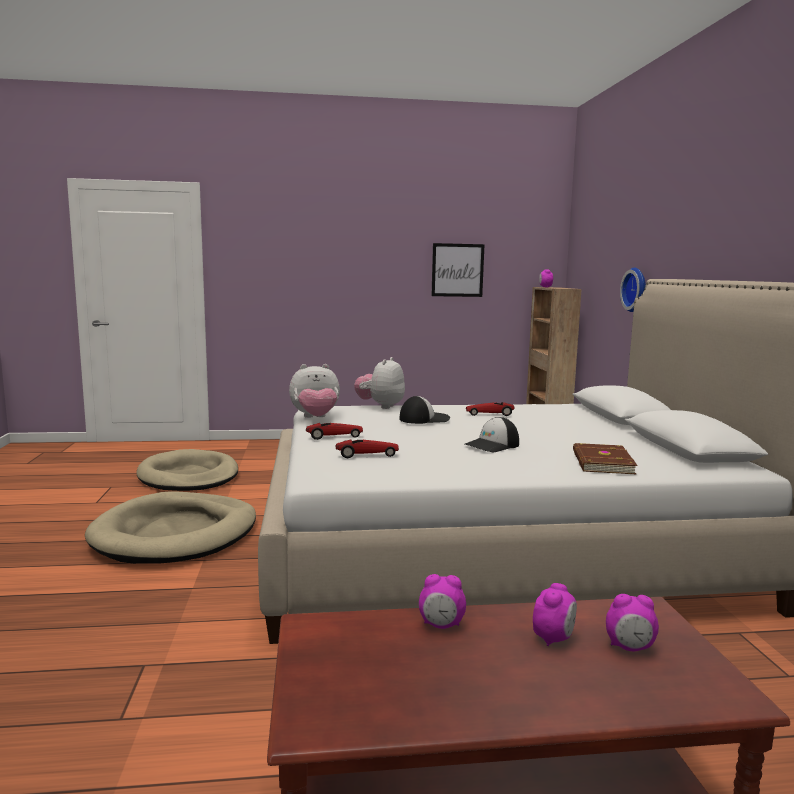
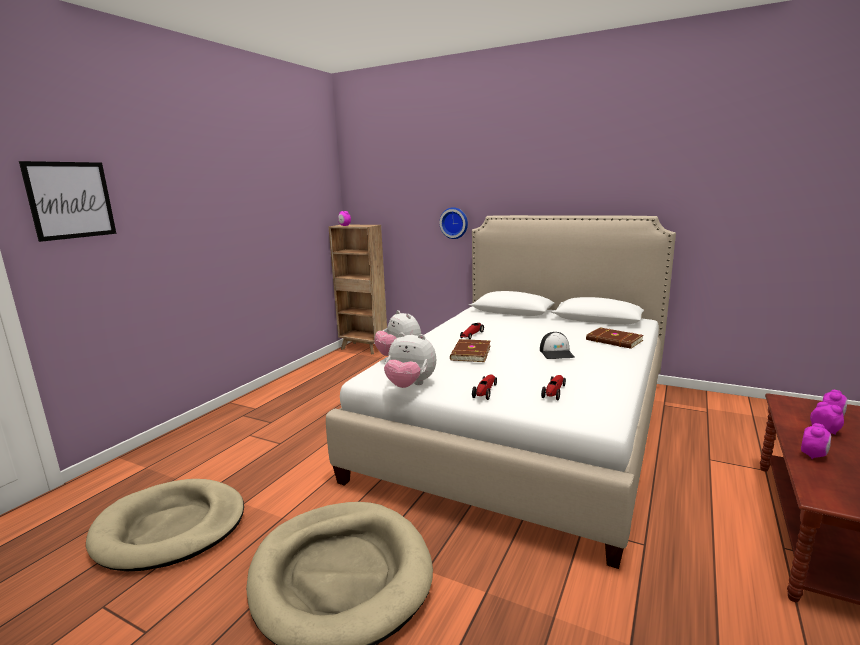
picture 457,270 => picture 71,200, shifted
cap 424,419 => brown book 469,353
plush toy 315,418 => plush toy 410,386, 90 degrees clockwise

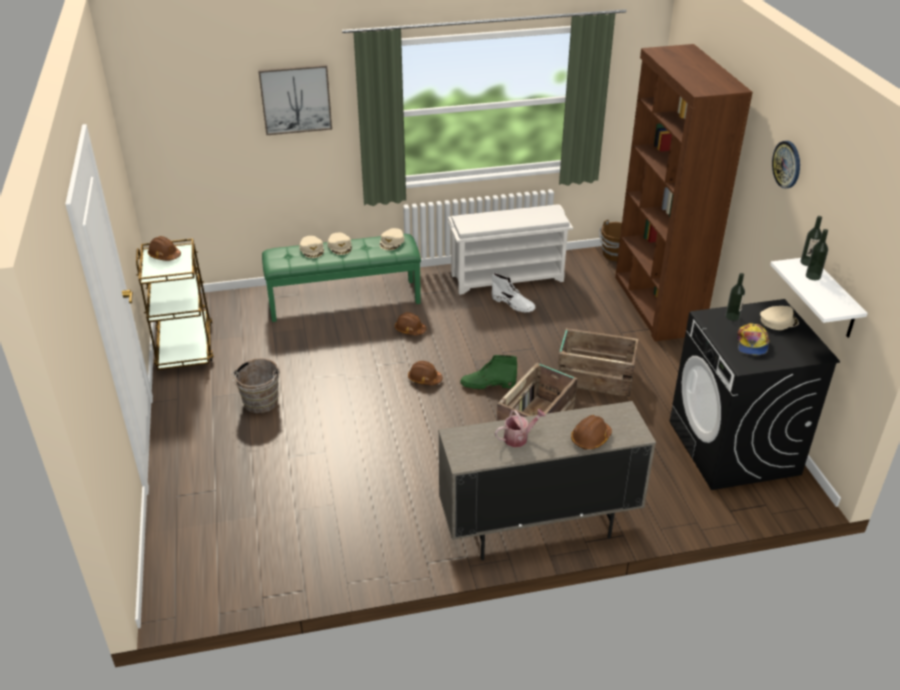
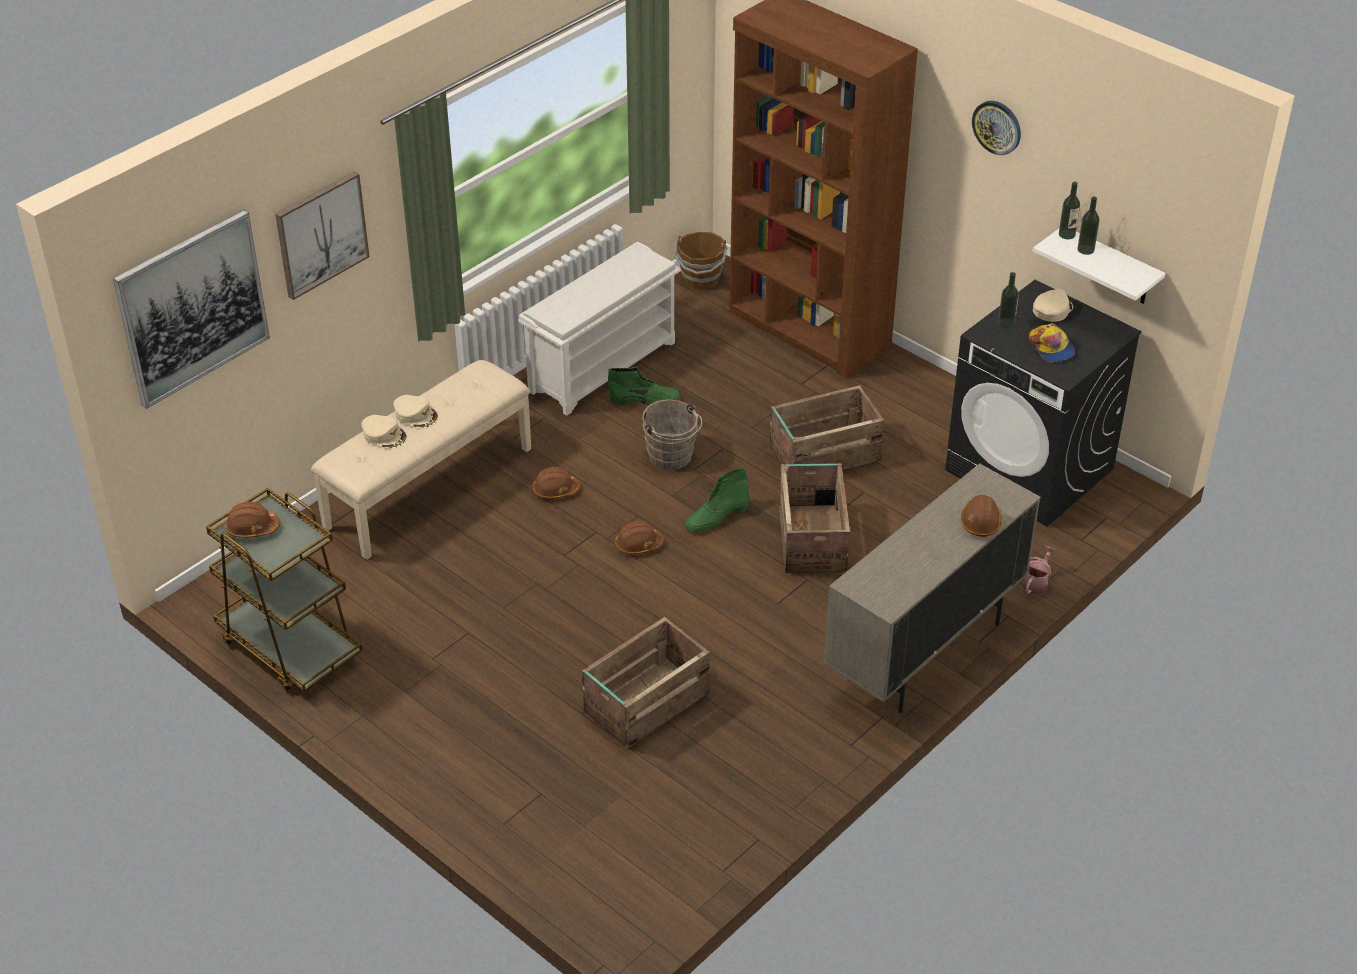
beige cap 392,242 => nothing
nothing => picture 192,308
nothing => crate 644,703
brown bucket 260,404 => brown bucket 672,458, shifted
watering can 519,438 => watering can 1036,583, shifted
green bench 344,300 => beige bench 428,487
white boot 513,304 => green boot 645,400

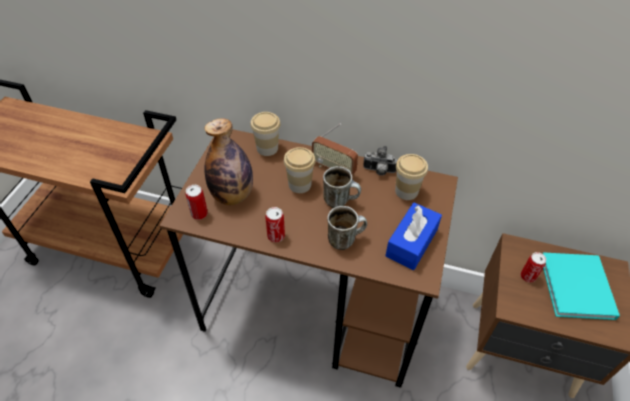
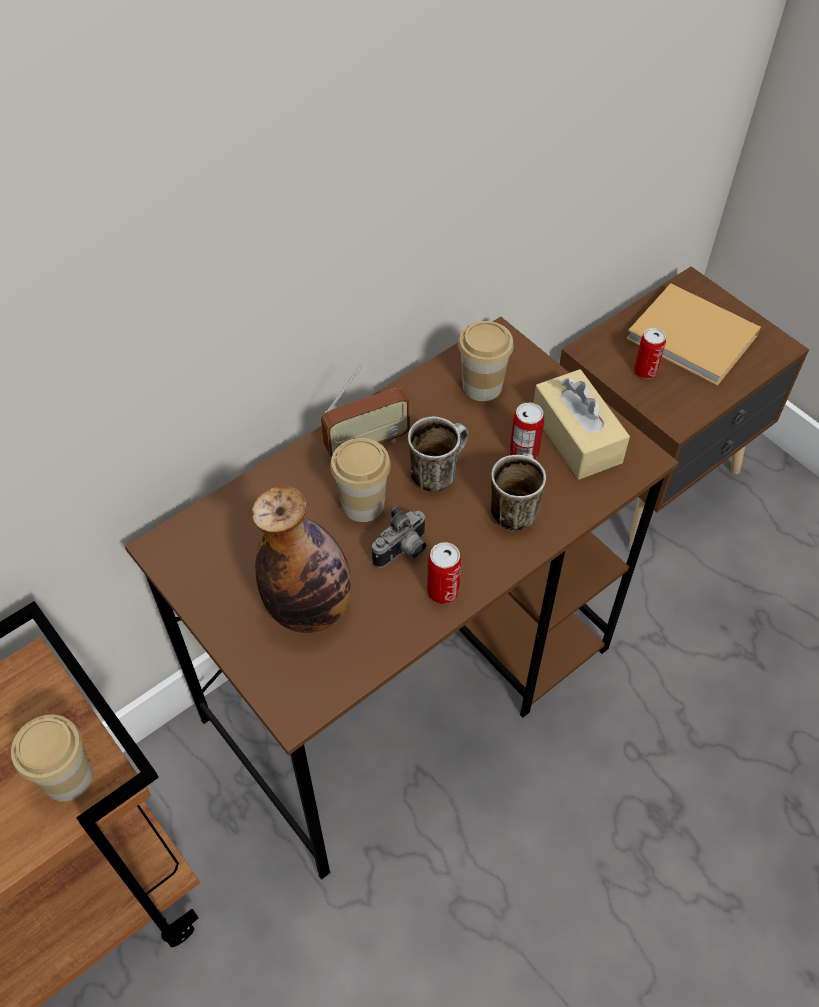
can 199,214 => can 524,452, shifted
cup 267,148 => cup 67,777, shifted
photo camera 379,171 => photo camera 403,552, shifted
blue tissue box 411,243 => beige tissue box 576,437
turquoise book 577,289 => beige book 695,339

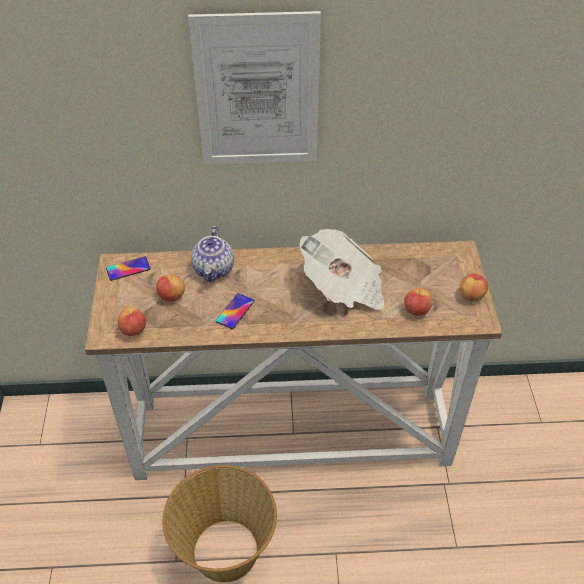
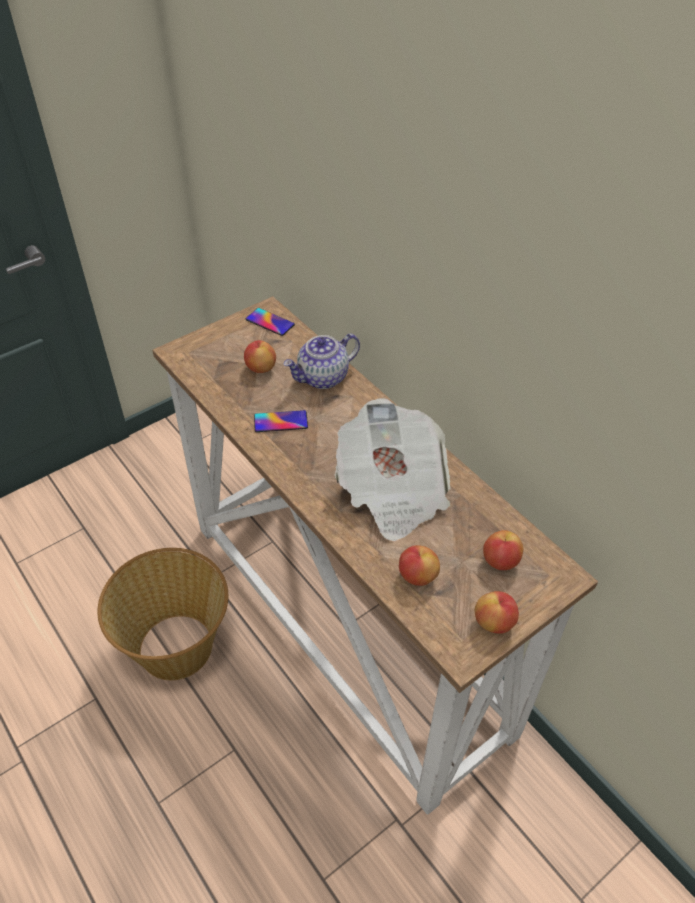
picture 257,92 => nothing
apple 133,330 => apple 500,561, shifted

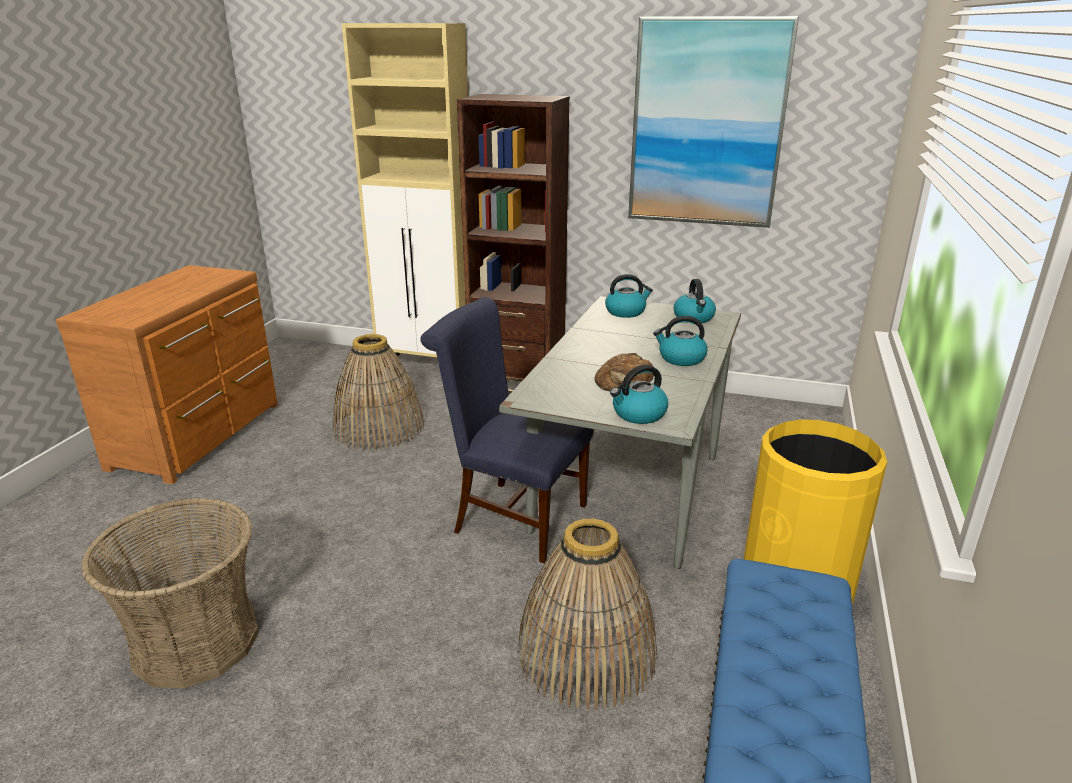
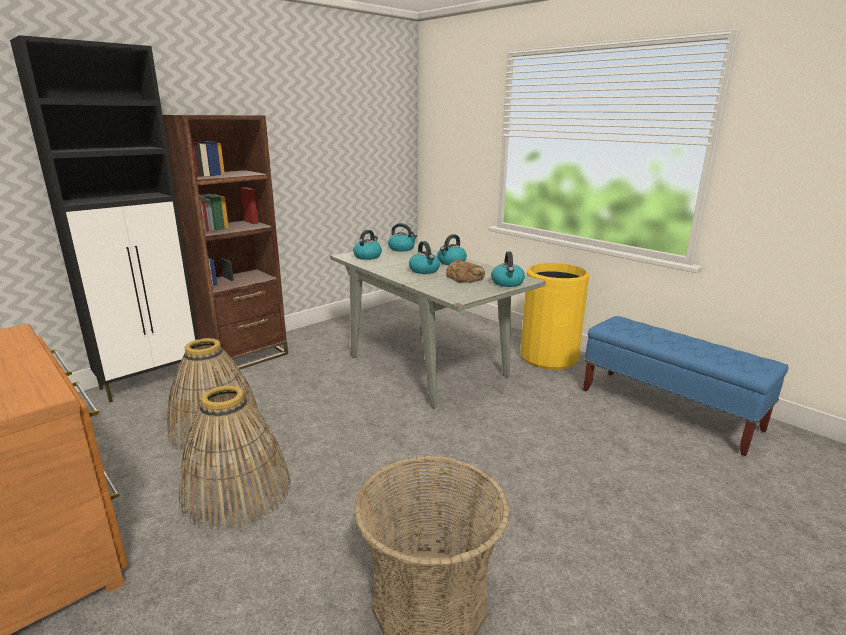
blue chair 513,517 => nothing
picture 707,124 => nothing
nothing => kettle 424,270
basket 586,653 => basket 236,492, shifted
beige cabinet 429,366 => black cabinet 152,381

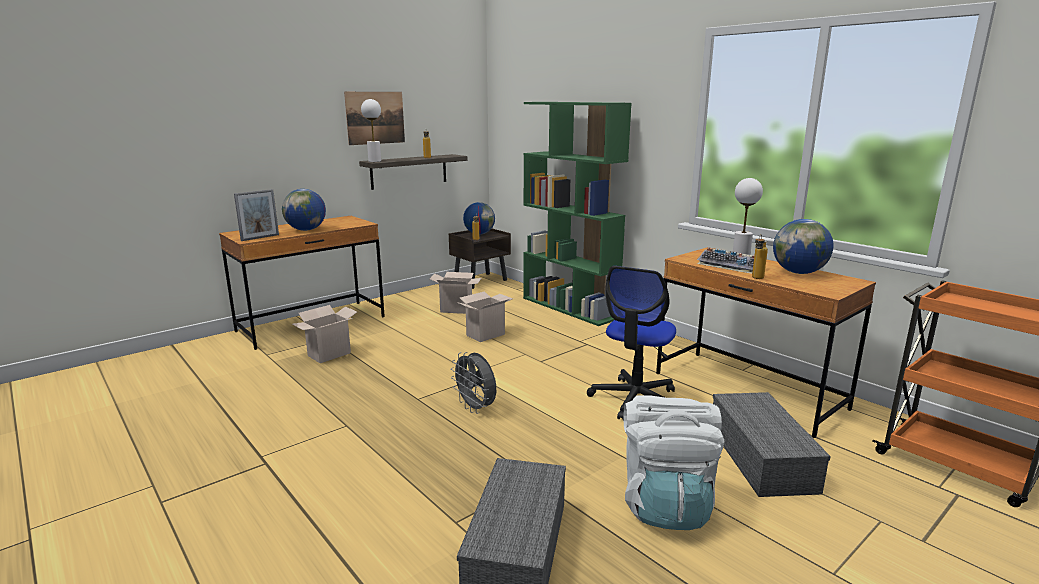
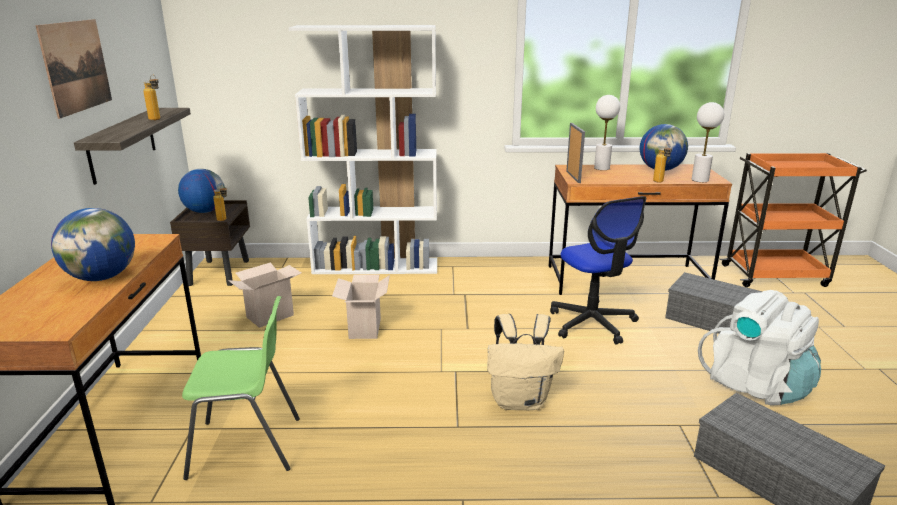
keyboard 731,266 => nothing
picture frame 260,237 => picture frame 573,177, shifted
white table lamp 374,161 => white table lamp 700,180, shifted
cardboard box 328,355 => green chair 247,447
grey fan 476,408 => beige backpack 520,400
green bookcase 570,308 => white bookcase 376,266

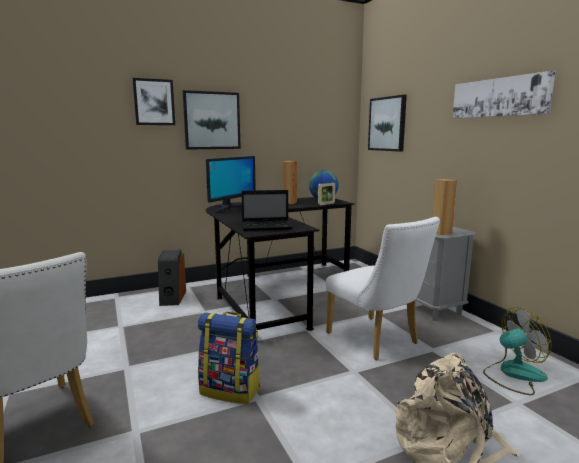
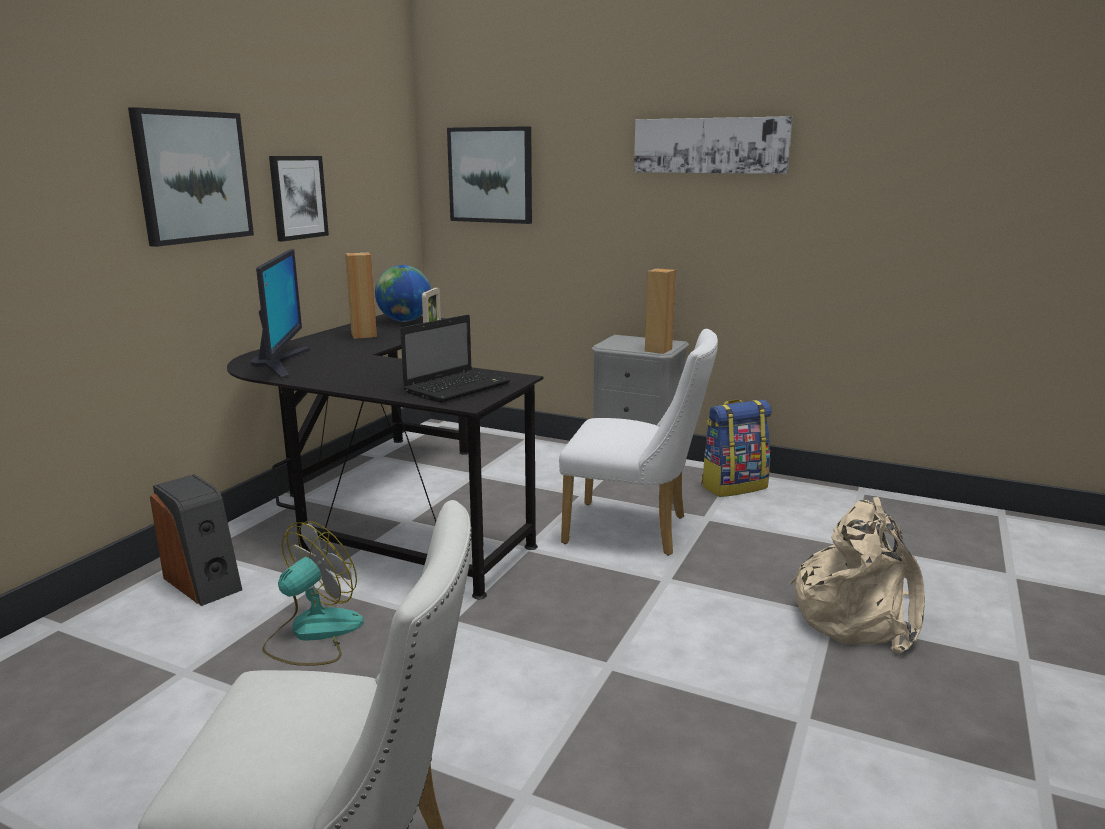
picture 154,102 => picture 298,197, shifted
backpack 231,390 => backpack 733,486, shifted
fan 513,374 => fan 313,633, shifted

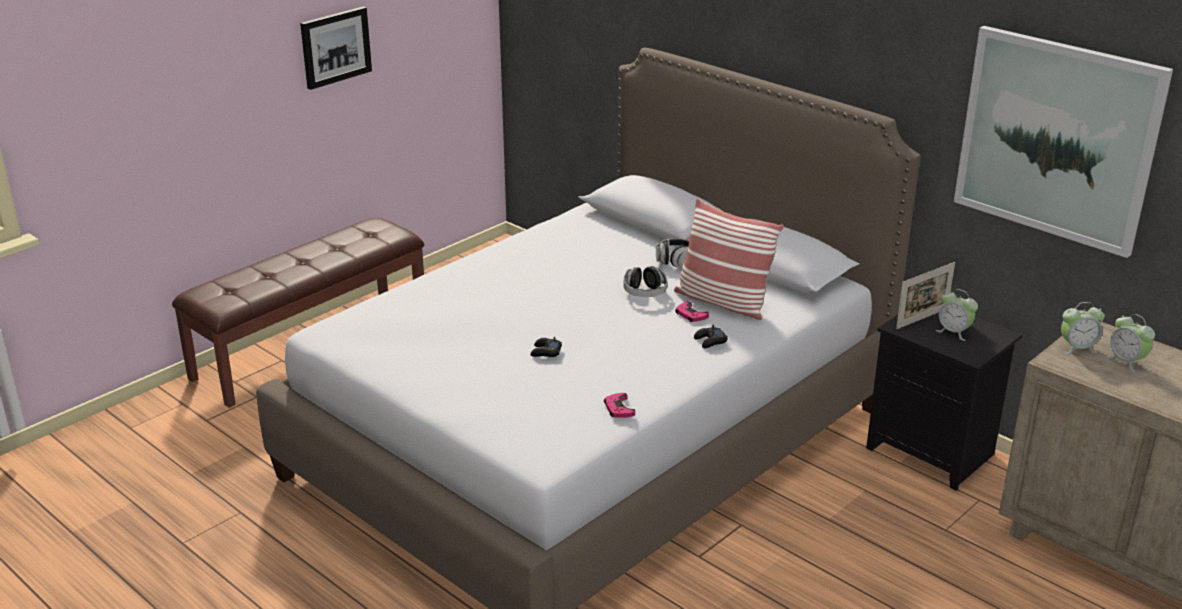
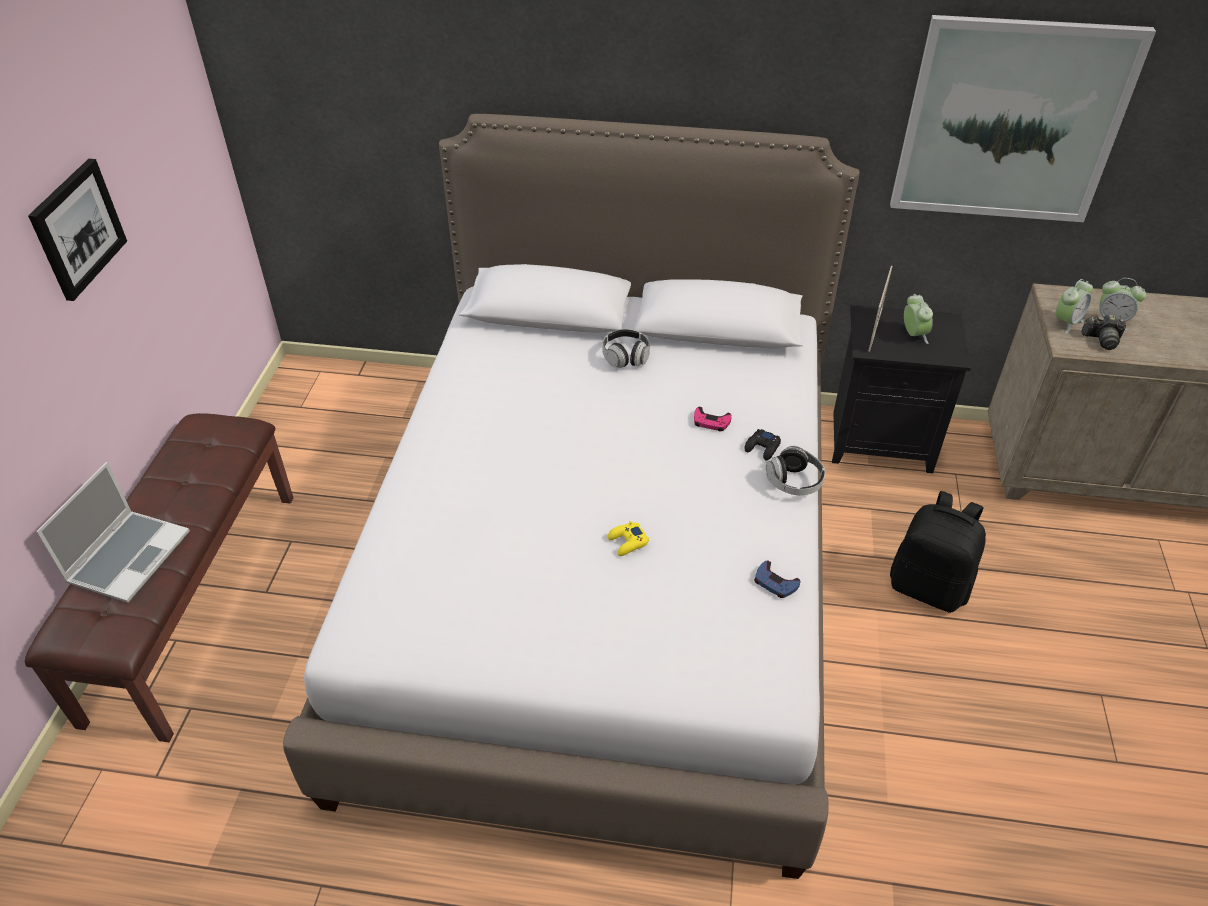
pillow 723,301 => nothing
nothing => laptop 129,556
nothing => black backpack 929,586
nothing => photo camera 1102,340
headphones 645,293 => headphones 794,482, shifted
black game controller 545,352 => yellow game controller 627,542
pink game controller 618,409 => blue game controller 775,583
alarm clock 954,332 => alarm clock 913,335, 105 degrees counterclockwise

